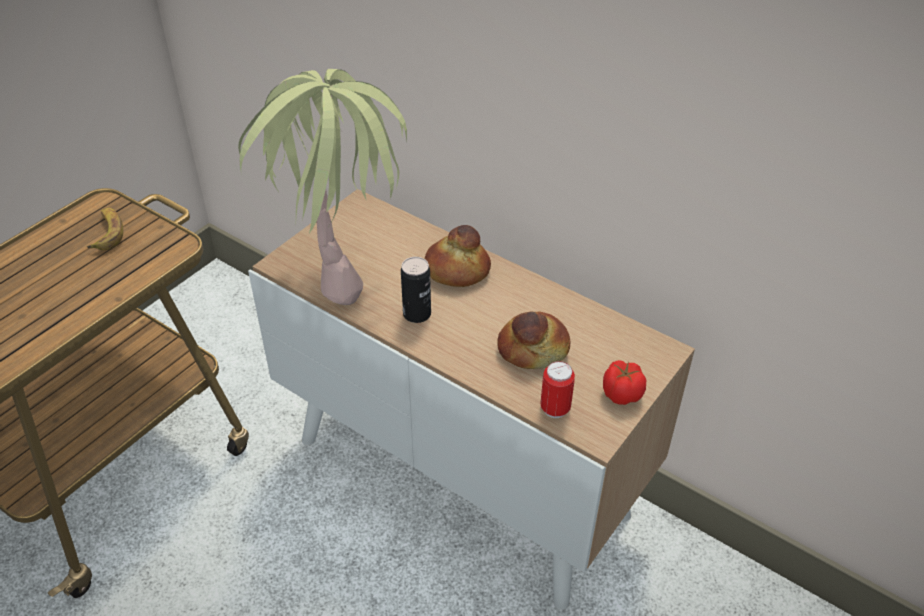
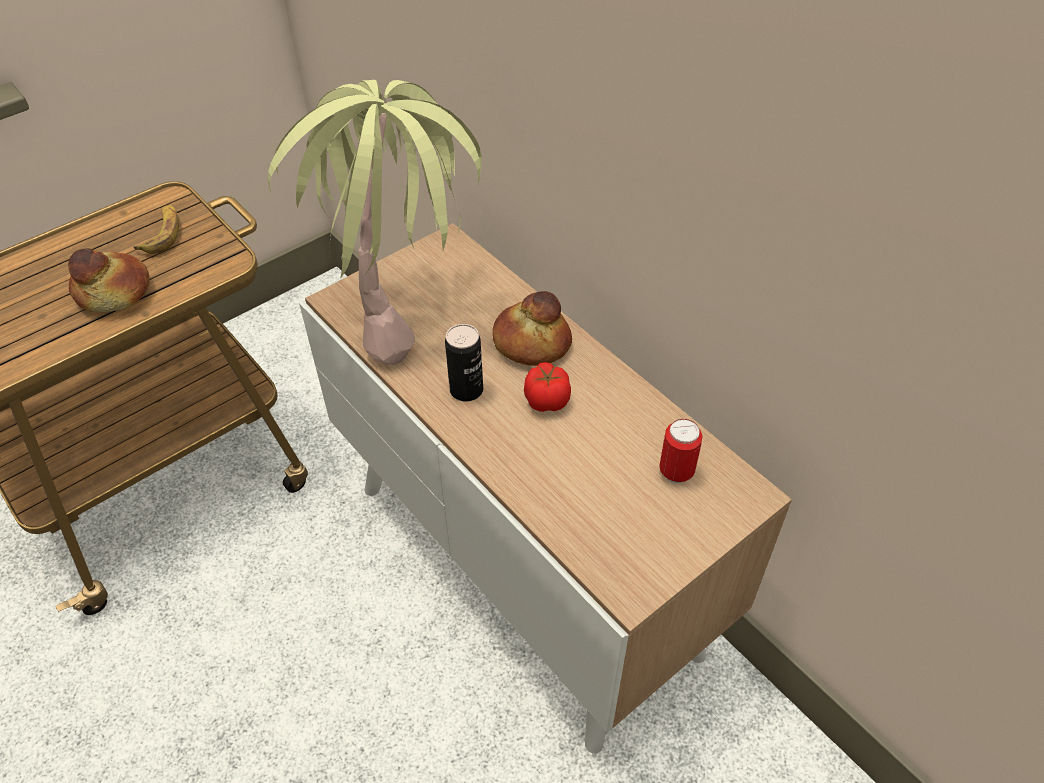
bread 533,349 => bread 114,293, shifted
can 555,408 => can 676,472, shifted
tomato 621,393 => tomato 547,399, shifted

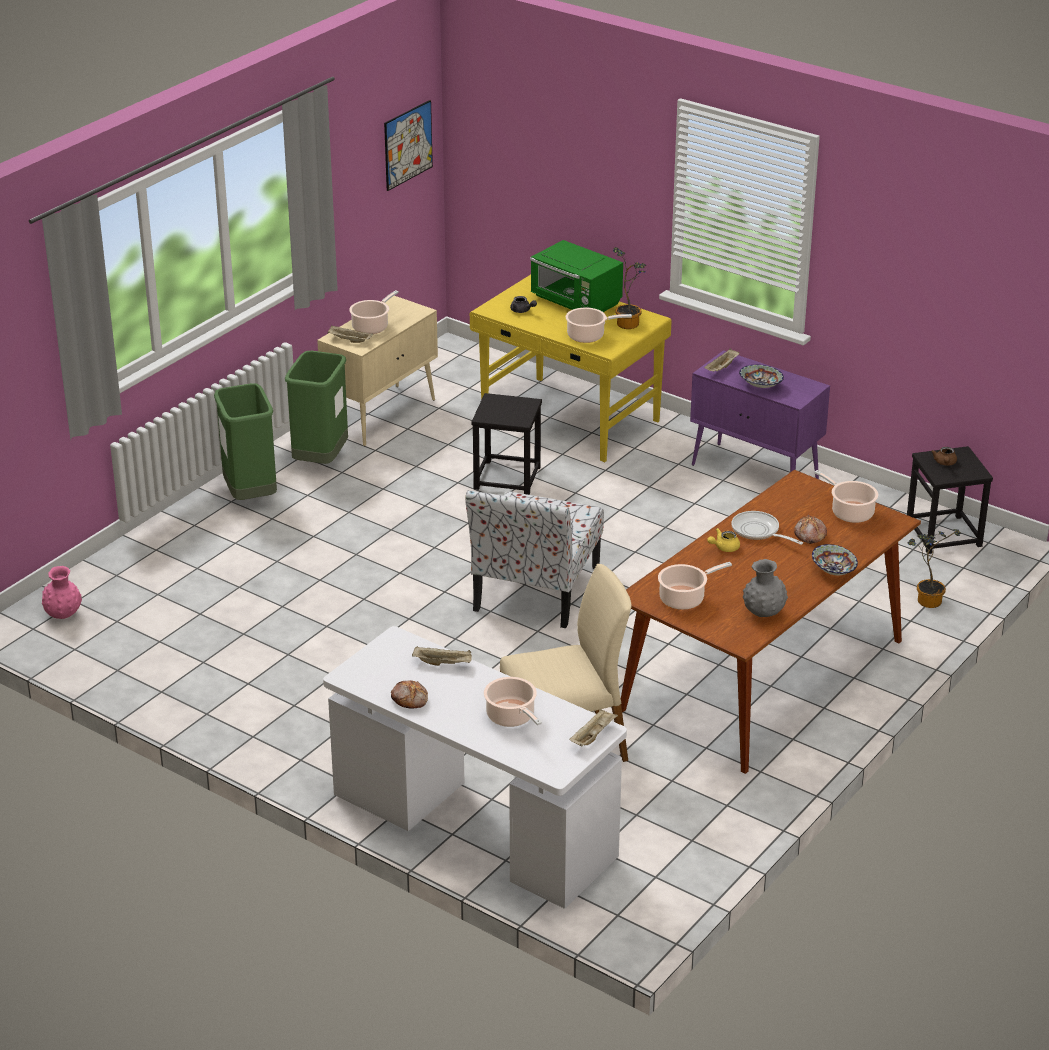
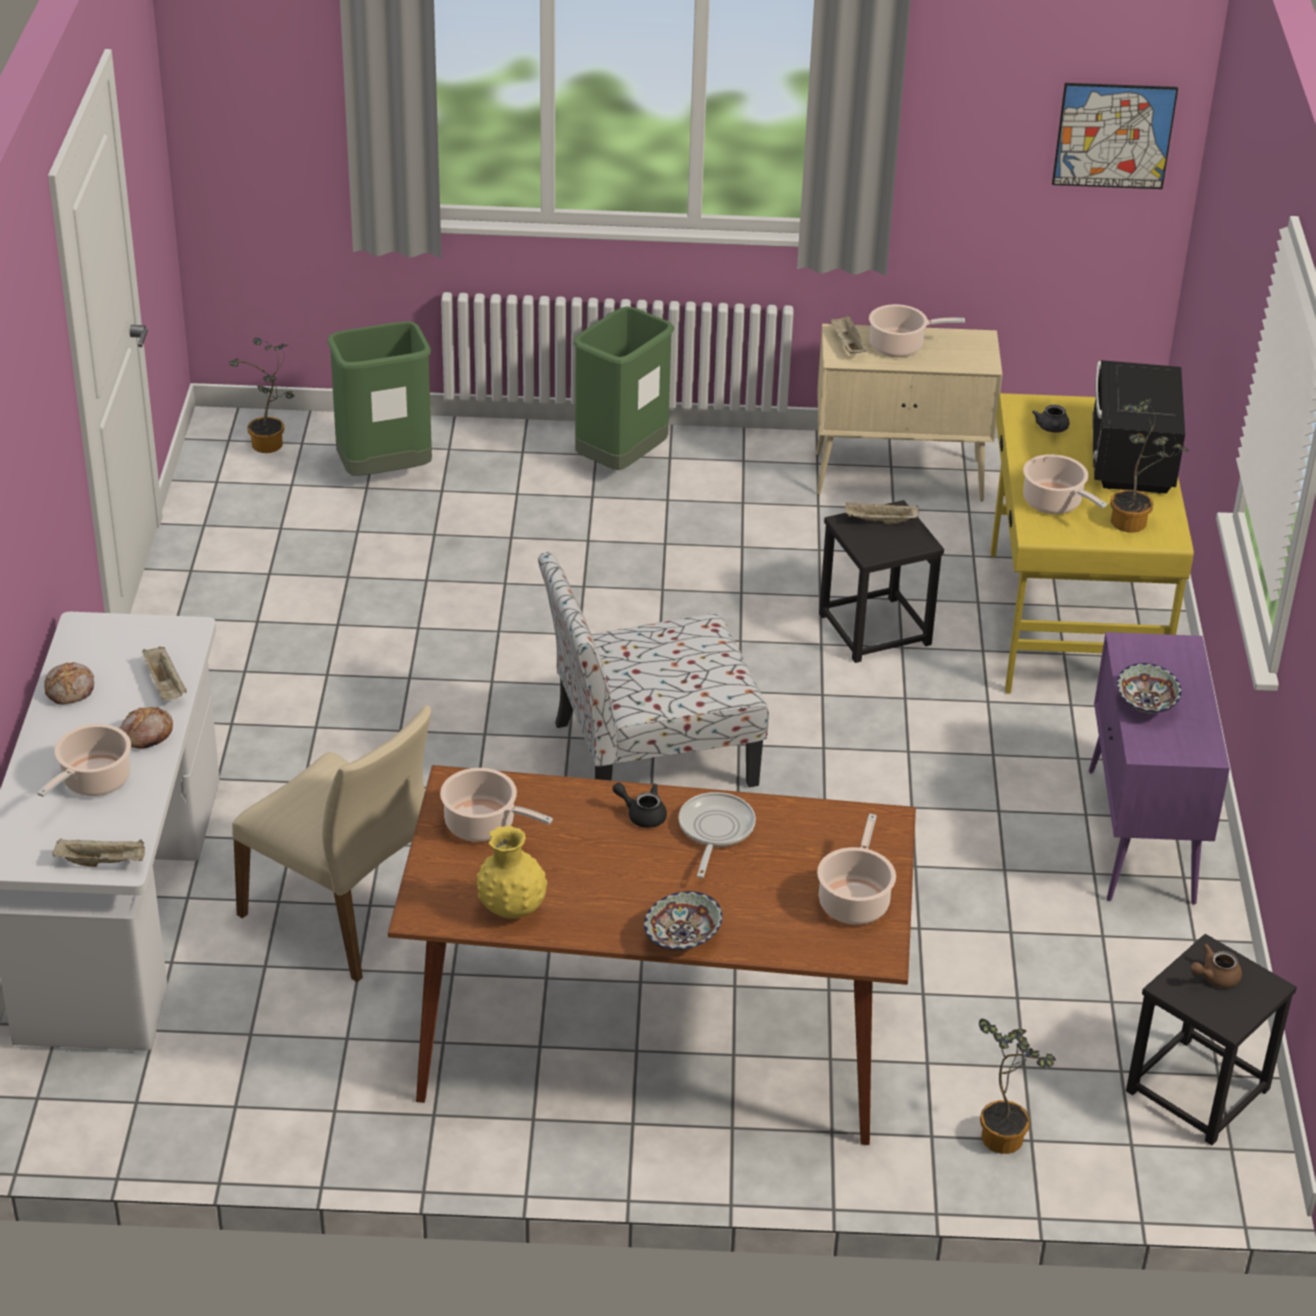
green trash can 320,460 => green trash can 385,473, shifted
beige tray 722,368 => beige tray 879,522, shifted
bread 809,535 => bread 145,735, shifted
pink vase 63,615 => potted plant 270,447
green microwave 576,302 => black microwave 1130,461
yellow teapot 723,547 => black teapot 642,814
grey vase 763,613 => yellow vase 511,909

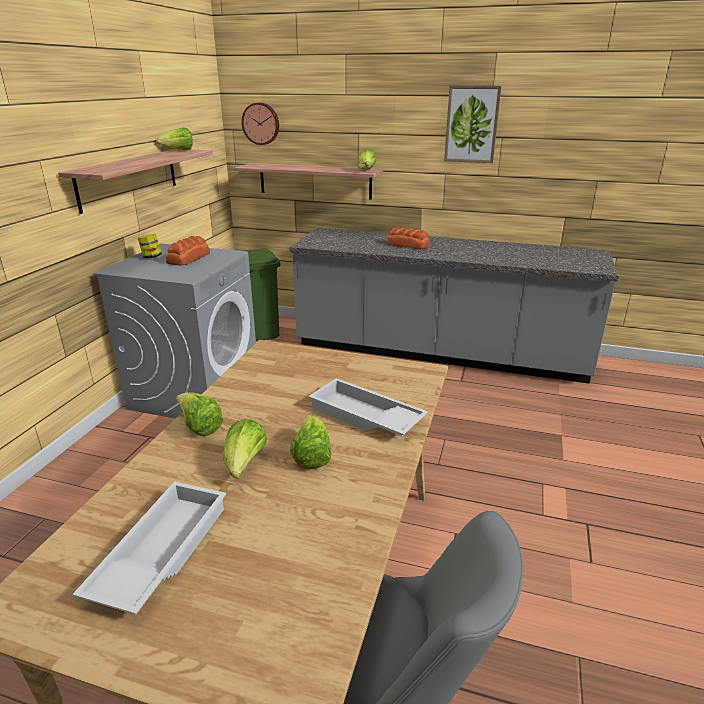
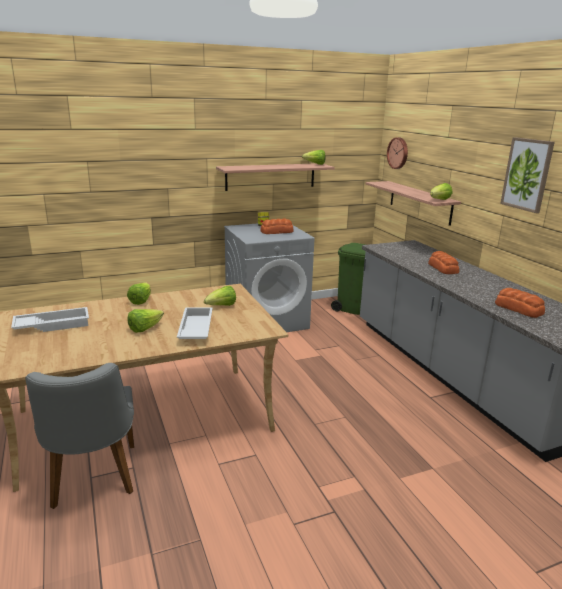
nothing => bread 518,308
lettuce 244,465 => lettuce 221,306, shifted

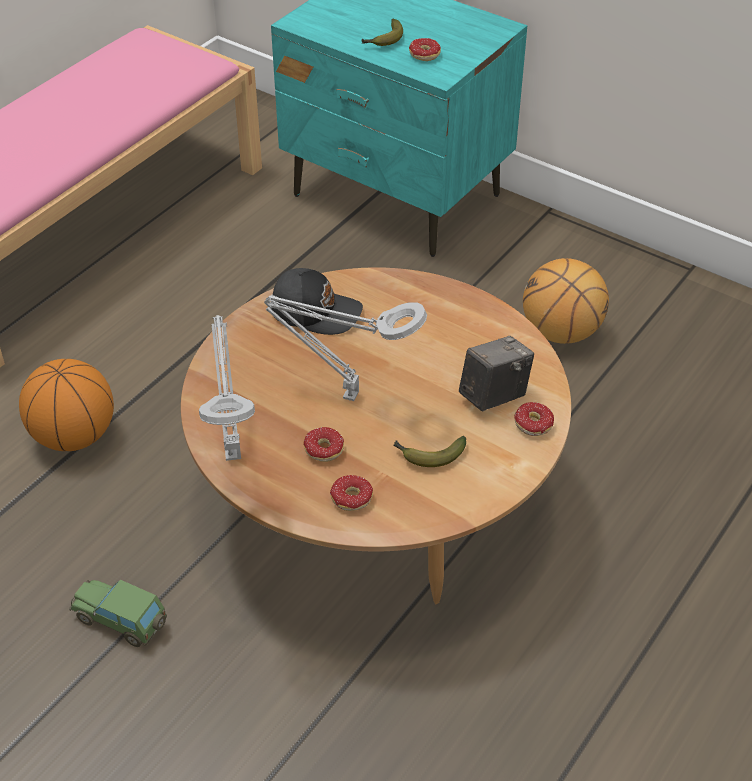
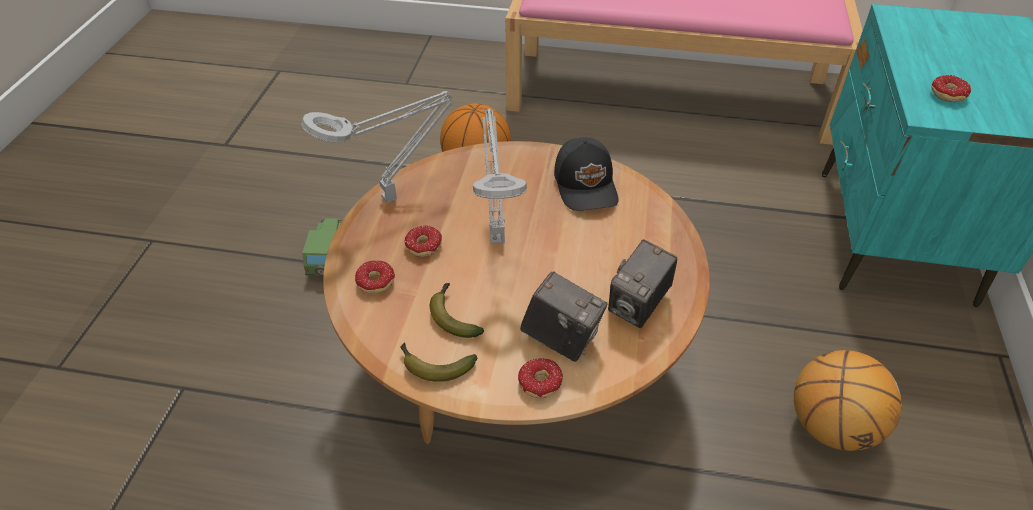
nothing => photo camera 638,306
banana 384,40 => banana 433,366, shifted

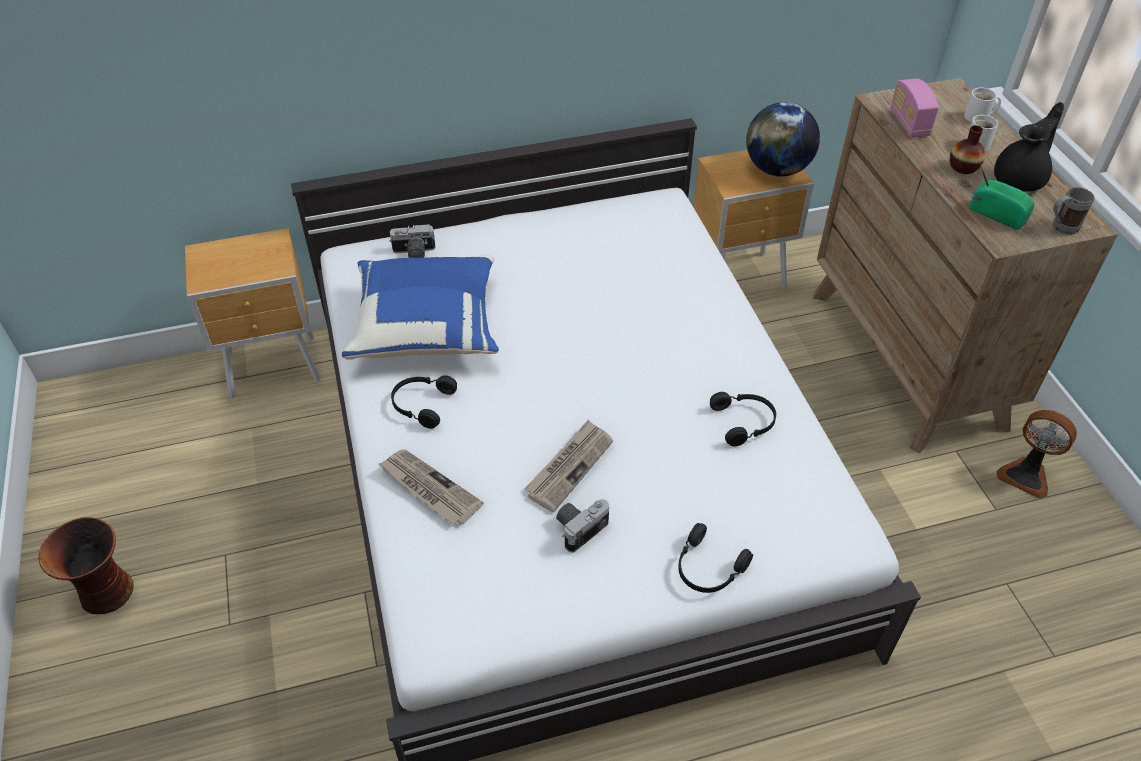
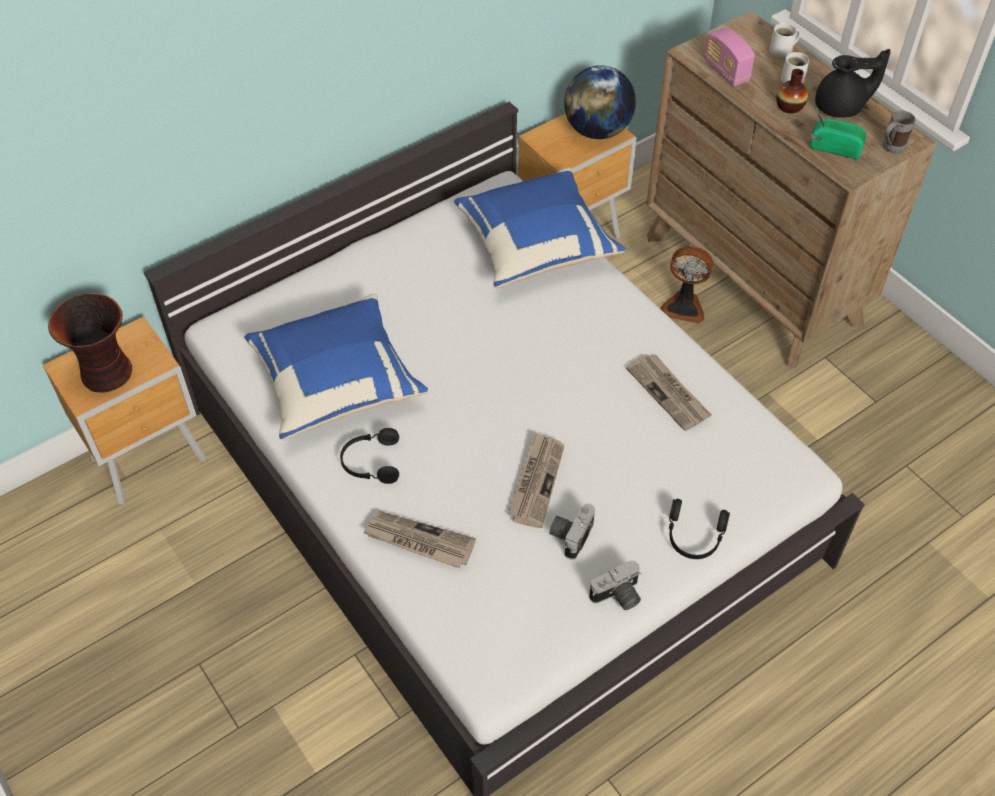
nothing => blue pillow 535,245
vase 107,594 => vase 107,374, shifted
photo camera 414,253 => photo camera 618,597, shifted
fan 1026,475 => fan 684,306, shifted
black headphones 744,422 => newspaper 669,393
black teapot 1020,179 => black teapot 841,107, 60 degrees clockwise

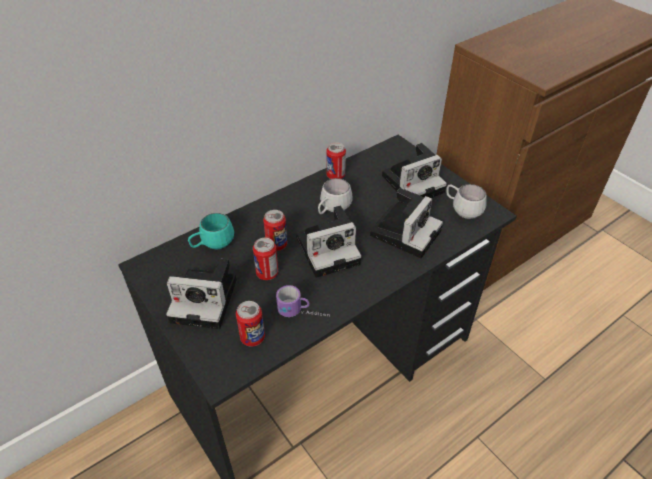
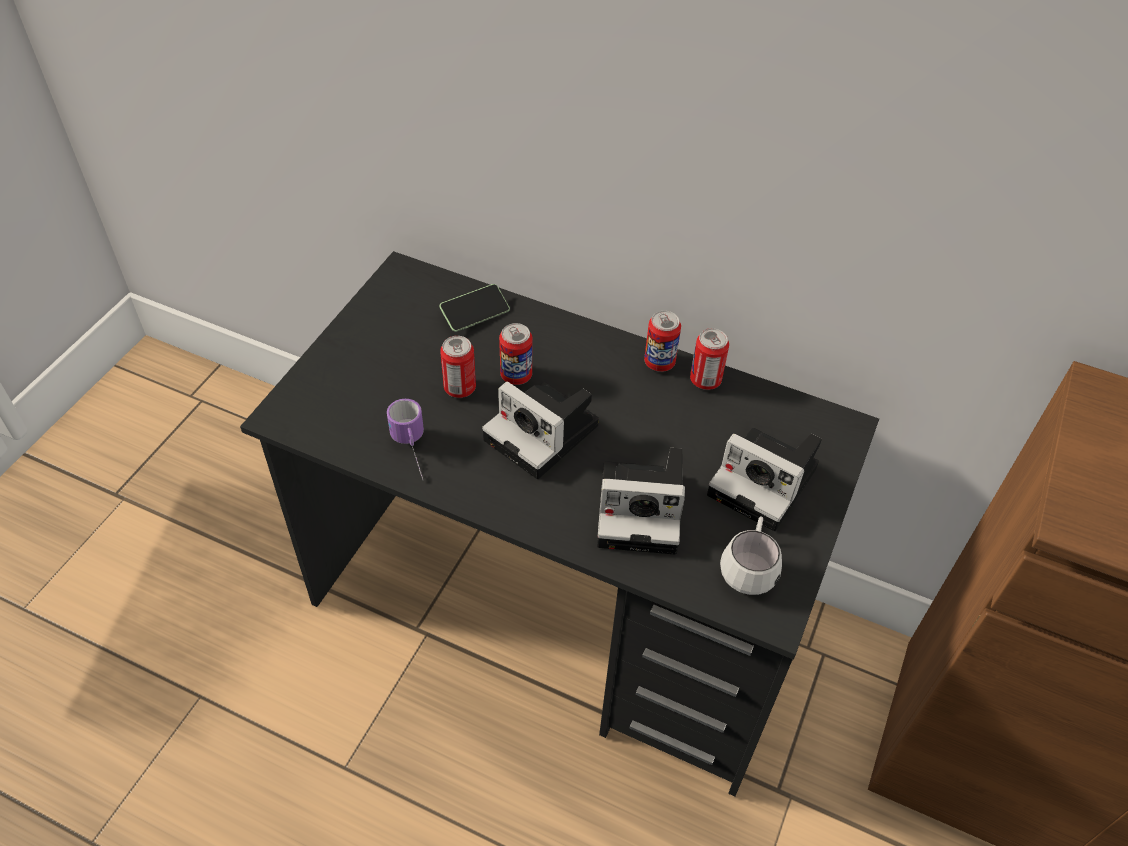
photo camera 207,300 => nothing
white mug 332,210 => nothing
can 252,337 => can 659,362, shifted
turquoise mug 212,245 => phone 475,315

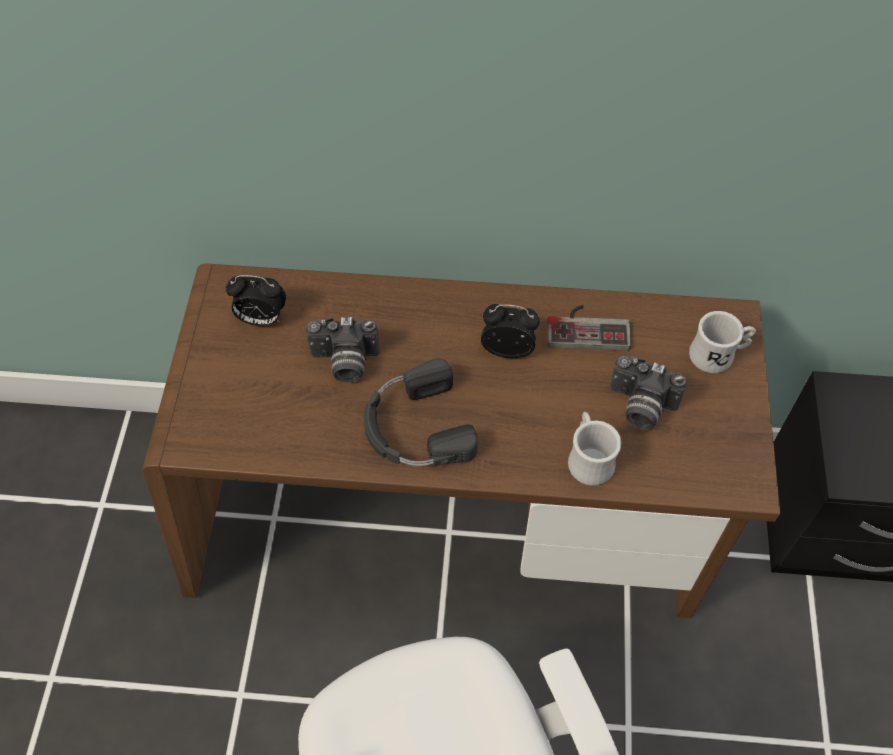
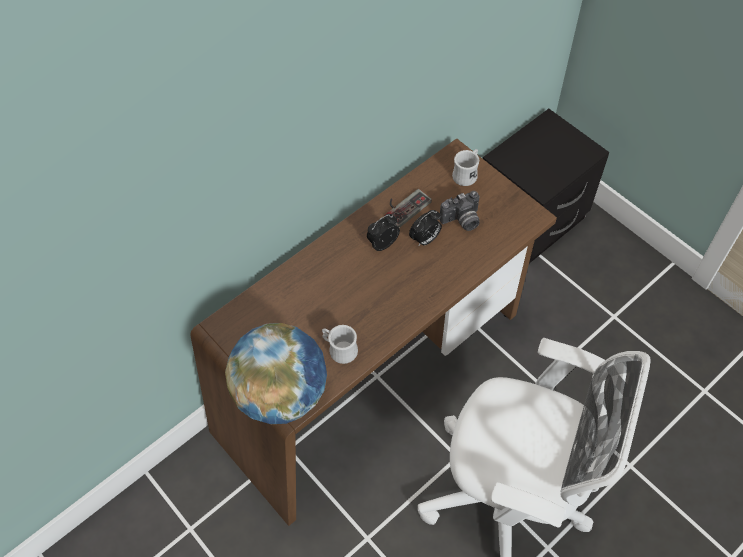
photo camera 344,363 => nothing
black headphones 415,427 => nothing
nothing => globe 282,394
alarm clock 261,319 => alarm clock 425,239, shifted
white mug 588,458 => white mug 339,349, shifted

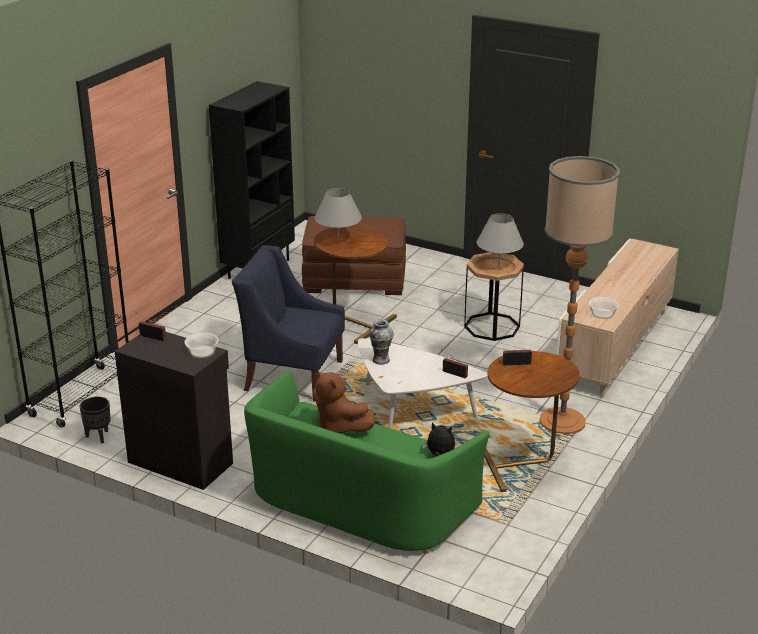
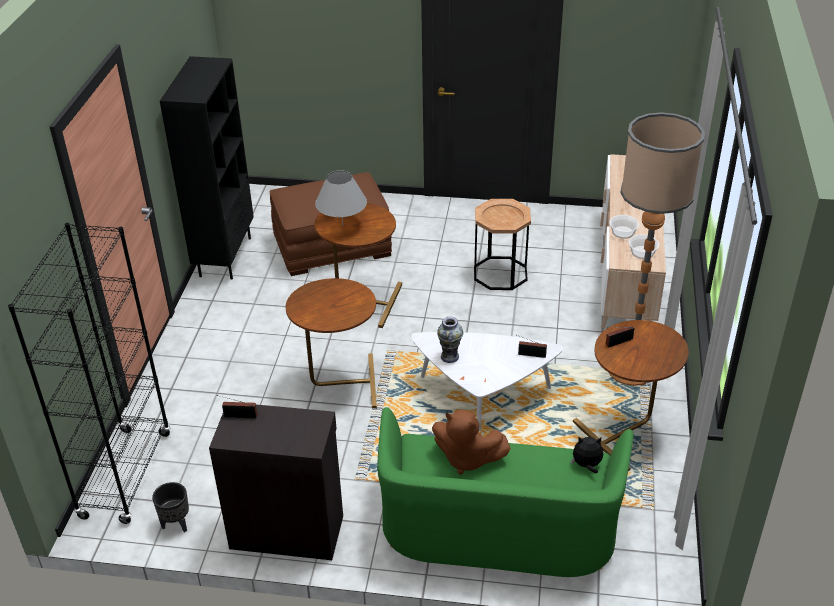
grey table lamp 498,266 => nothing
bowl 202,352 => bowl 623,232, shifted
blue armchair 292,374 => brown side table 339,384

